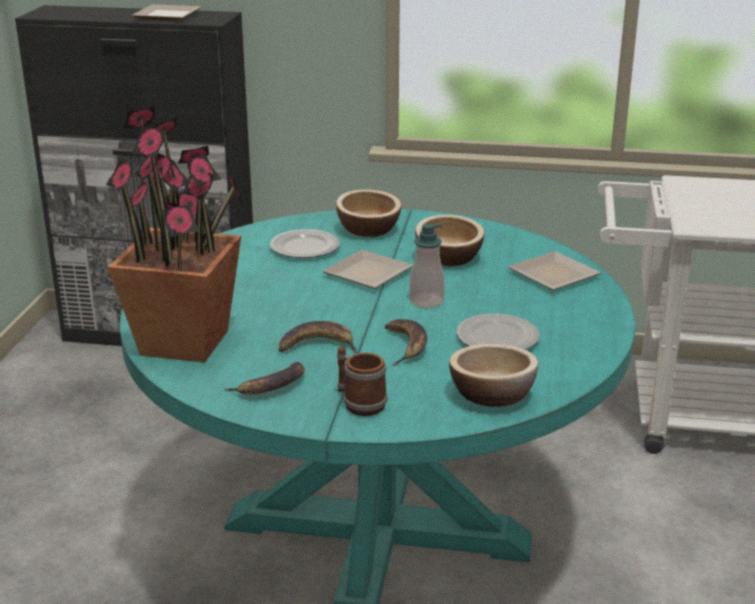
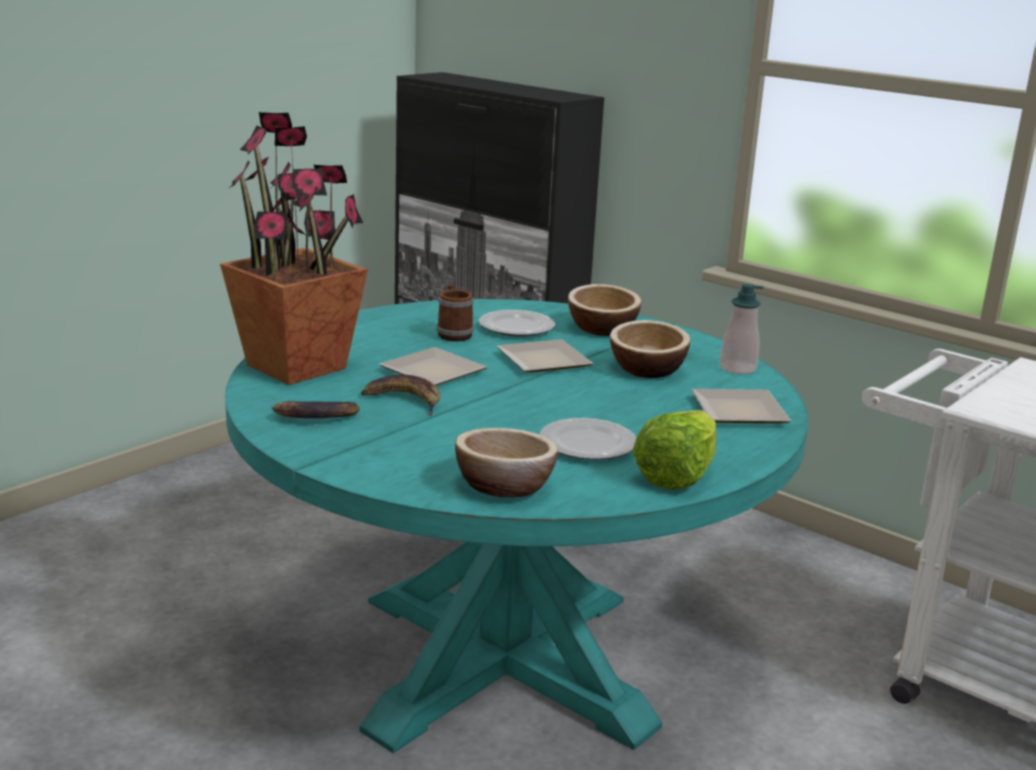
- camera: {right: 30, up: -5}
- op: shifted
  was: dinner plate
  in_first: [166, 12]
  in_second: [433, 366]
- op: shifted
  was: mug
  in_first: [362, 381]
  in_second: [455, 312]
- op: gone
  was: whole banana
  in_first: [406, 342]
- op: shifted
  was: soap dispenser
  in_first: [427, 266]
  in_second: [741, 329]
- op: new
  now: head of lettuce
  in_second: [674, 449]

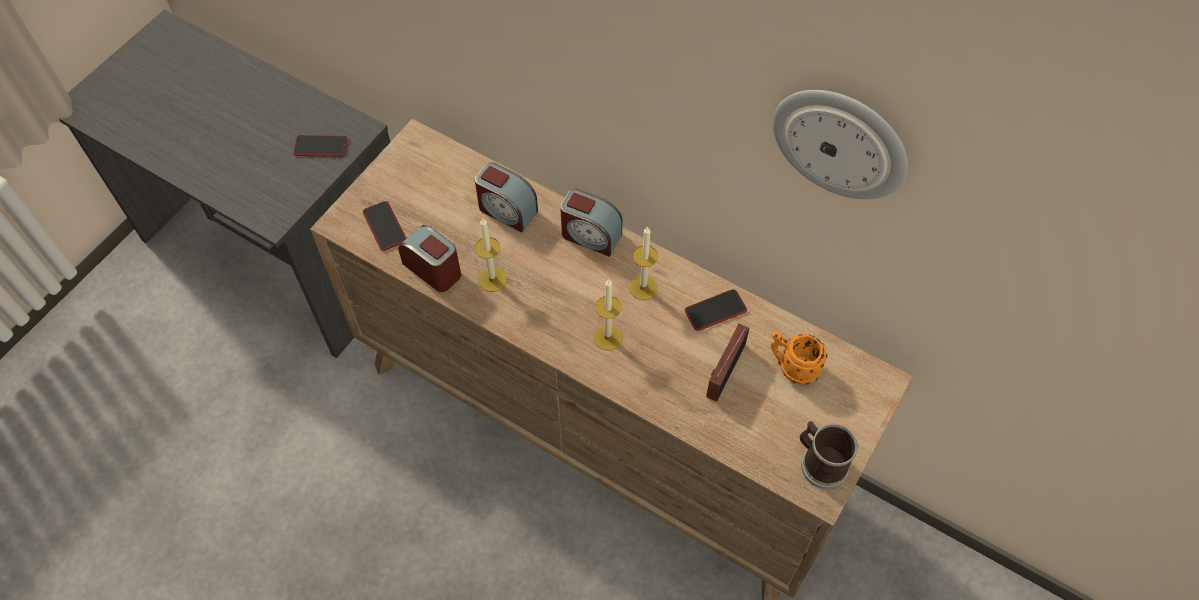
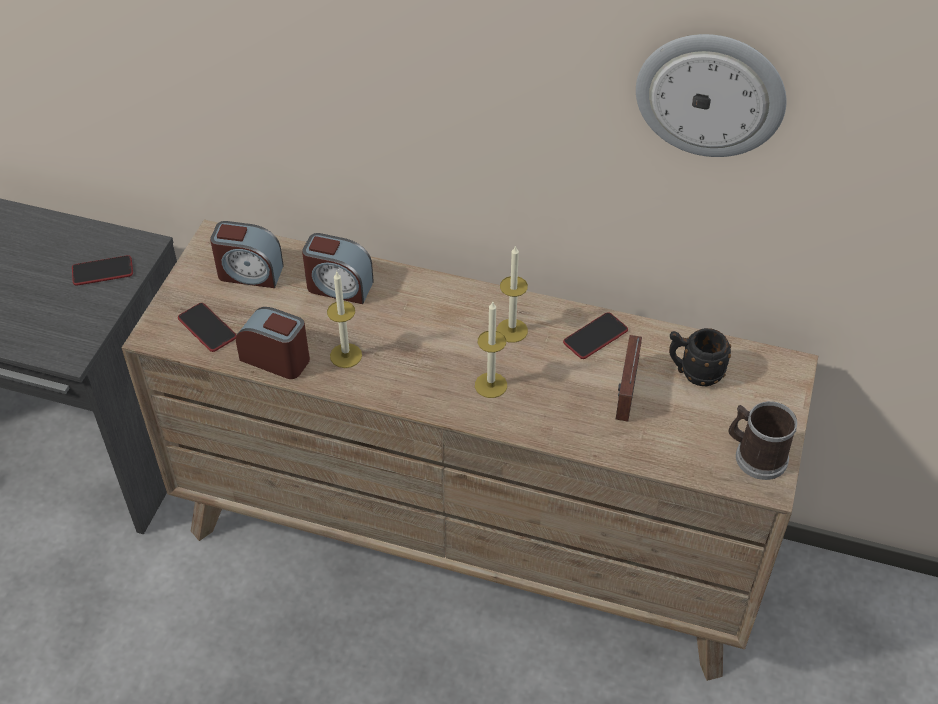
- camera: {right: -15, up: -10}
- op: shifted
  was: bedside clock
  in_first: [591, 223]
  in_second: [247, 254]
- op: repainted
  was: orange mug
  now: blackish mug
  in_first: [799, 358]
  in_second: [700, 357]

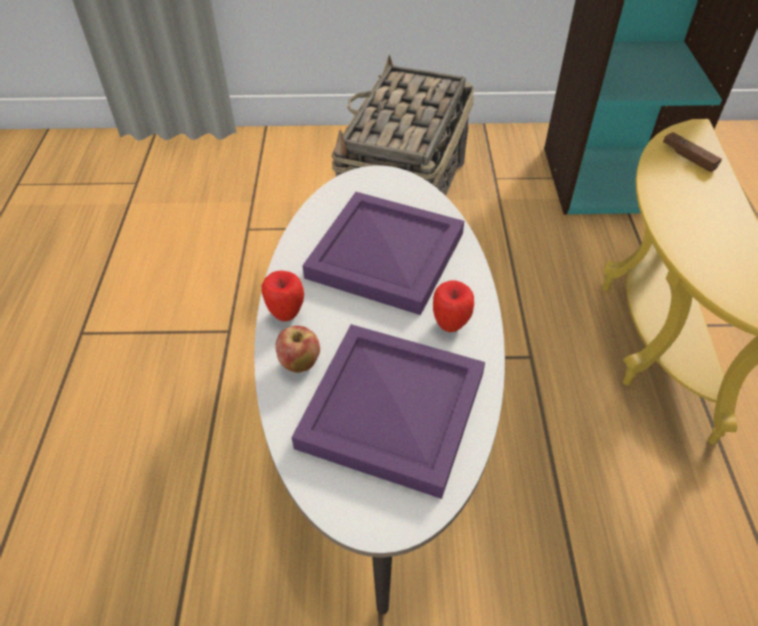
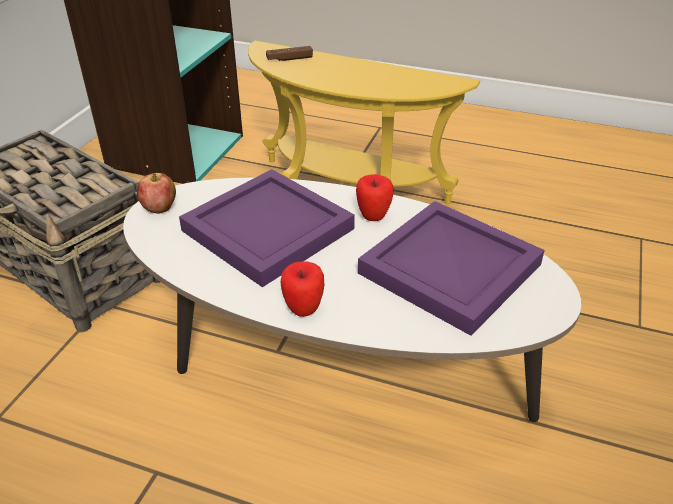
- camera: {right: -70, up: -10}
- op: shifted
  was: whole apple
  in_first: [297, 349]
  in_second: [156, 193]

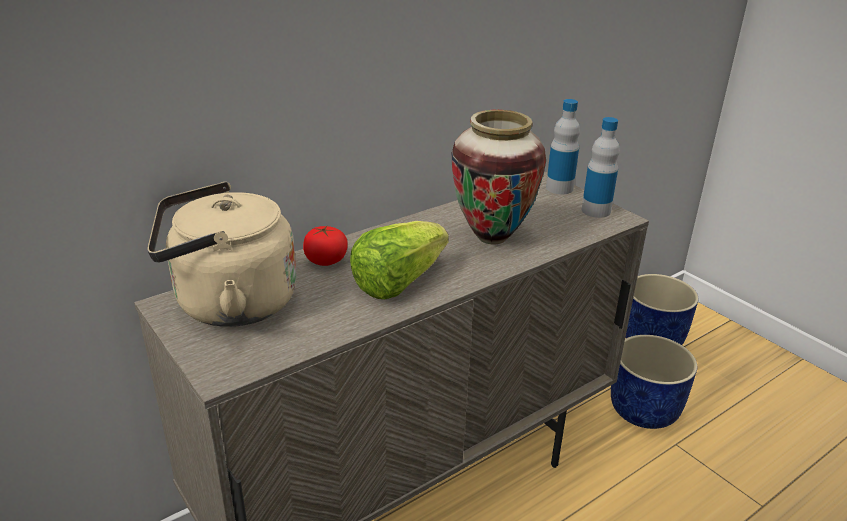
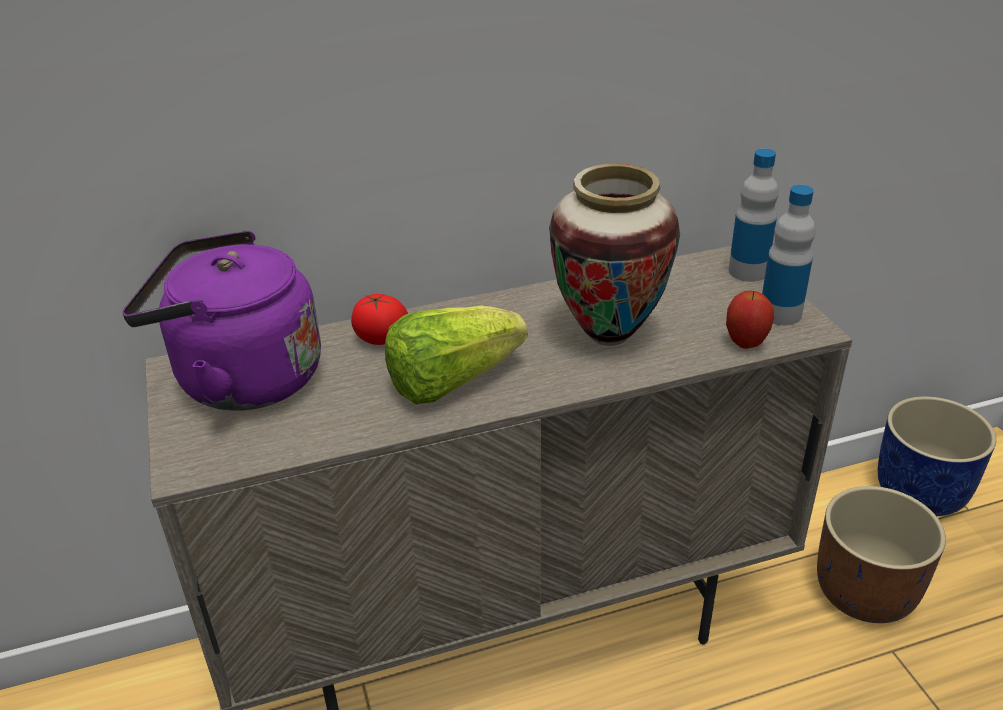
- camera: {right: 20, up: 5}
- op: repainted
  was: sand-coloured kettle
  now: purple-coloured kettle
  in_first: [221, 254]
  in_second: [221, 320]
- op: repainted
  was: blue plant pot
  now: brownish plant pot
  in_first: [654, 382]
  in_second: [881, 554]
- op: new
  now: whole apple
  in_second: [750, 320]

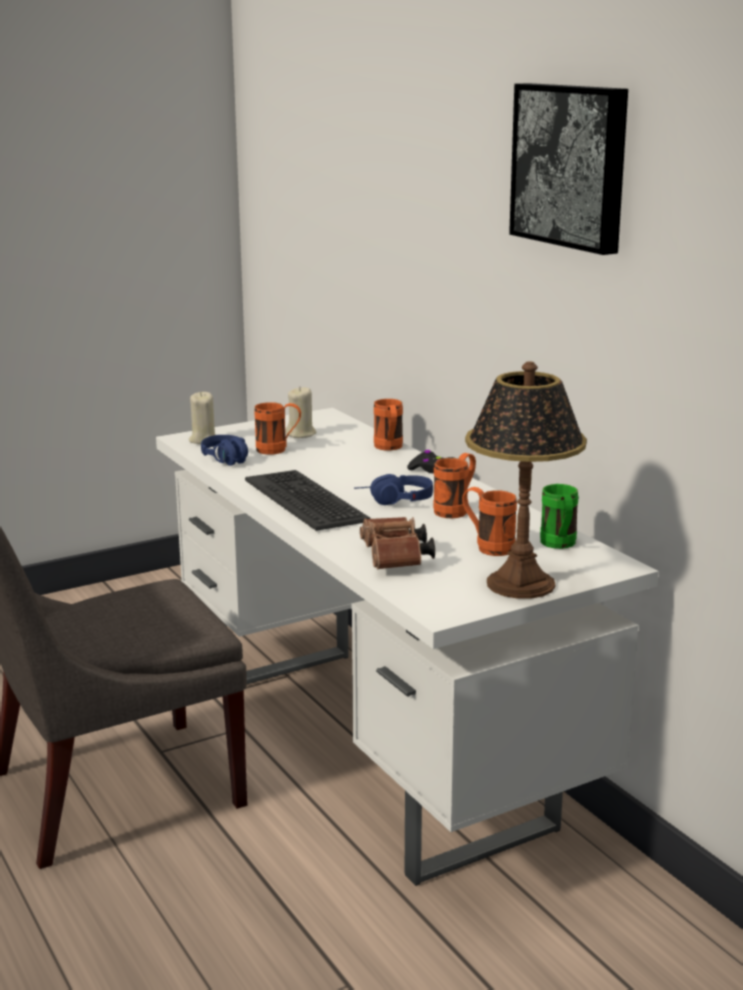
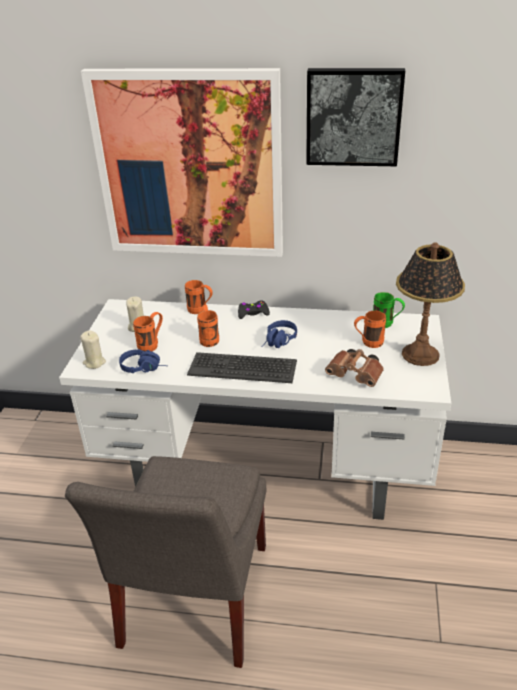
- camera: {right: -50, up: 15}
- op: shifted
  was: orange mug
  in_first: [454, 485]
  in_second: [208, 326]
- op: new
  now: wall picture
  in_second: [182, 162]

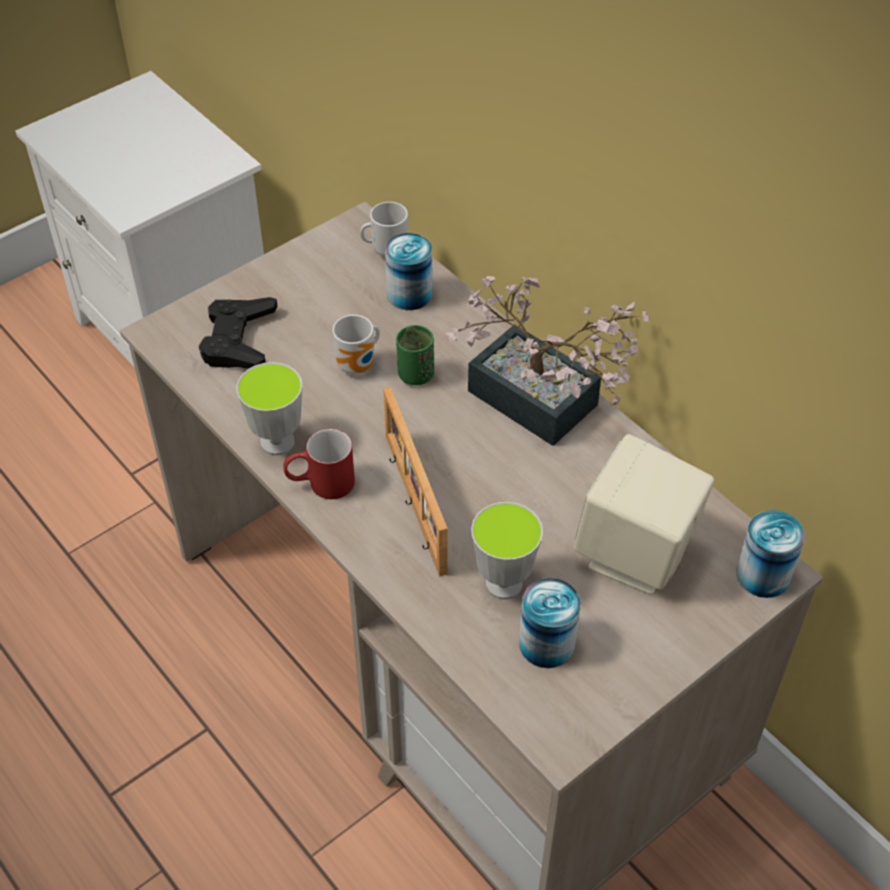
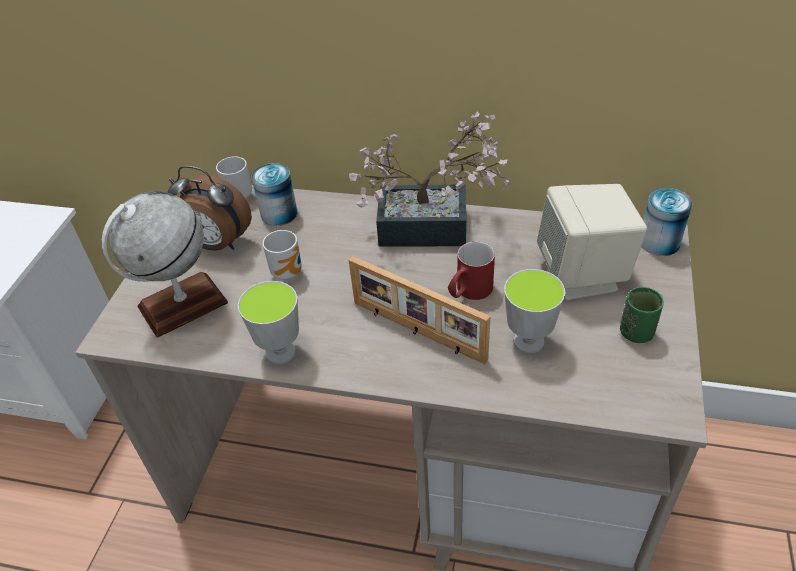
- camera: {right: -35, up: -5}
- op: swapped
  was: blackish game controller
  now: world globe
  in_first: [238, 333]
  in_second: [165, 264]
- op: shifted
  was: reddish mug
  in_first: [319, 464]
  in_second: [471, 270]
- op: shifted
  was: green-coloured cup
  in_first: [415, 355]
  in_second: [642, 315]
- op: gone
  was: can
  in_first: [550, 623]
- op: new
  now: bedside clock
  in_second: [209, 208]

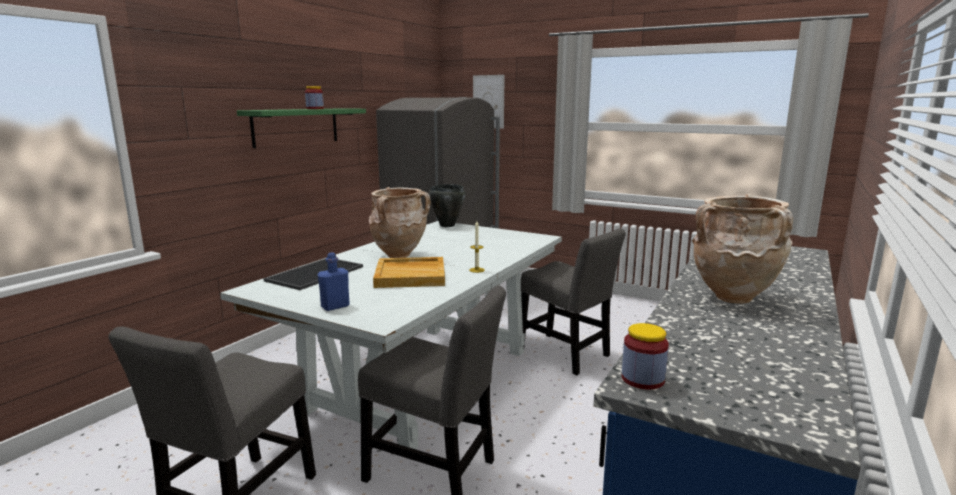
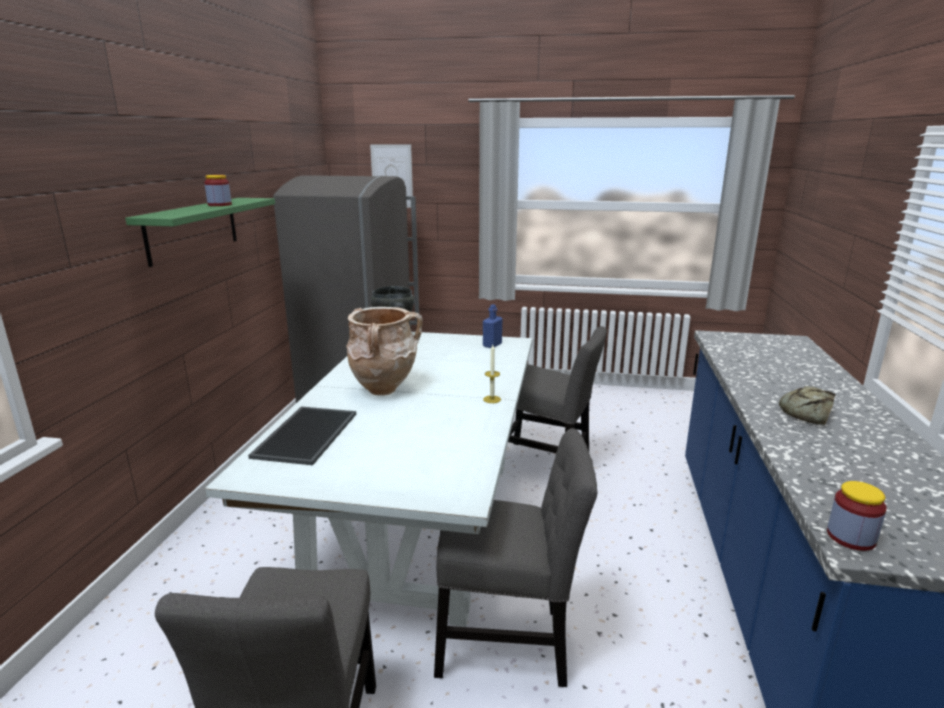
- camera: {right: -20, up: 5}
- op: shifted
  was: blue drink bottle
  in_first: [334, 281]
  in_second: [493, 326]
- op: gone
  was: sand-coloured serving tray
  in_first: [409, 272]
- op: swapped
  was: sand-coloured decorative vase
  now: bread
  in_first: [742, 249]
  in_second: [807, 405]

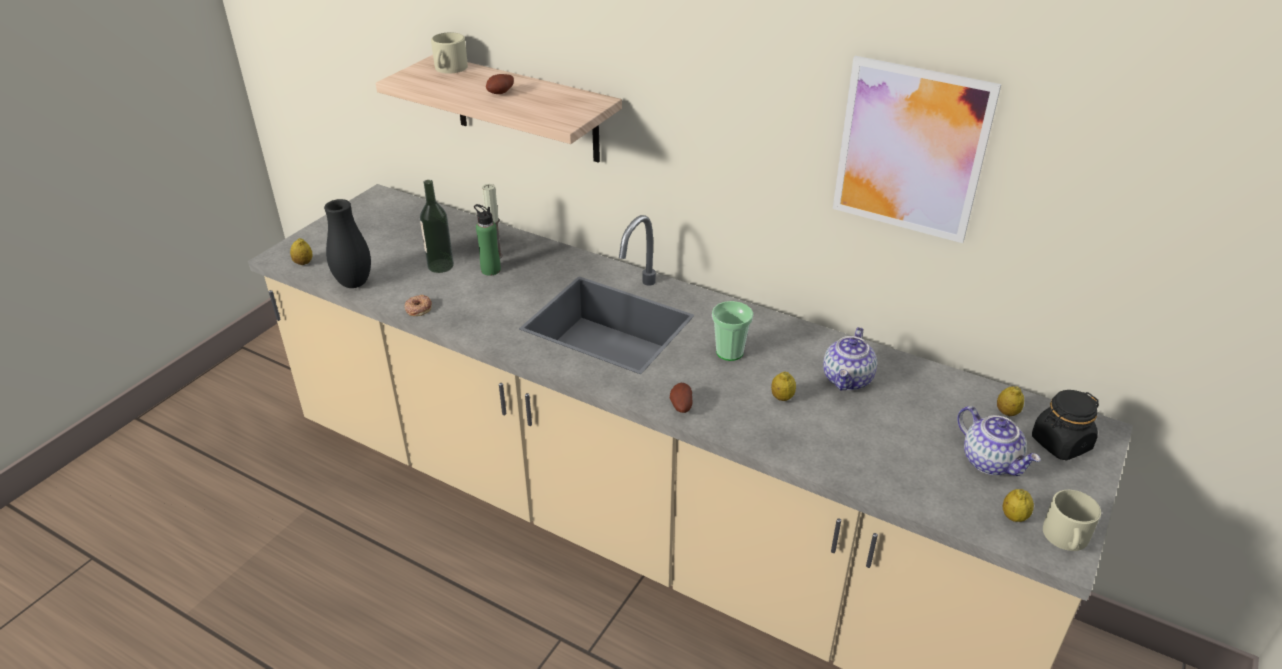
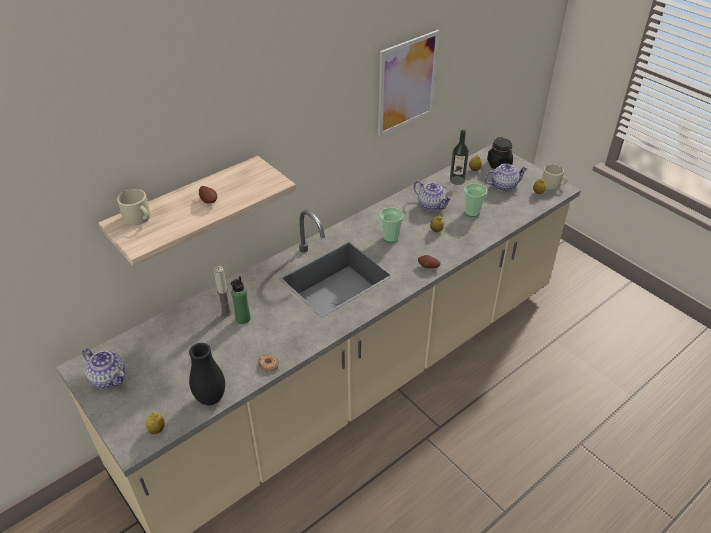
- camera: {right: -70, up: 5}
- op: shifted
  was: drink bottle
  in_first: [437, 226]
  in_second: [459, 157]
- op: new
  now: tea pot
  in_second: [103, 368]
- op: new
  now: cup
  in_second: [475, 200]

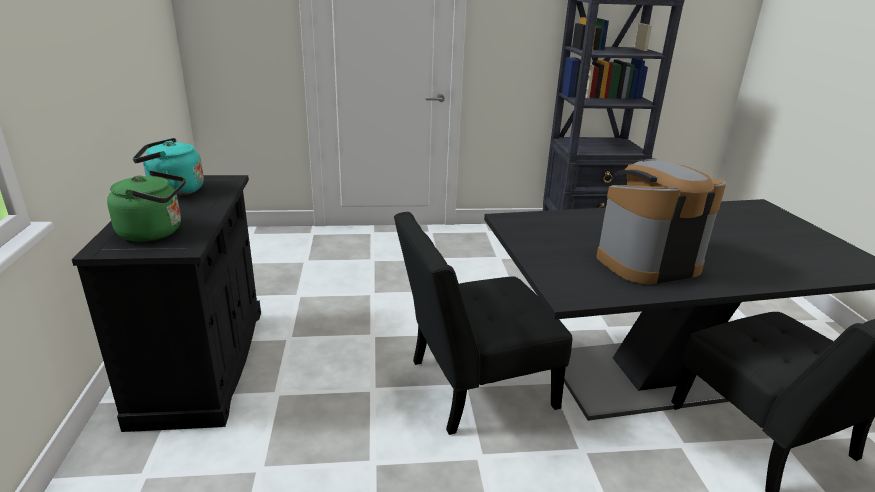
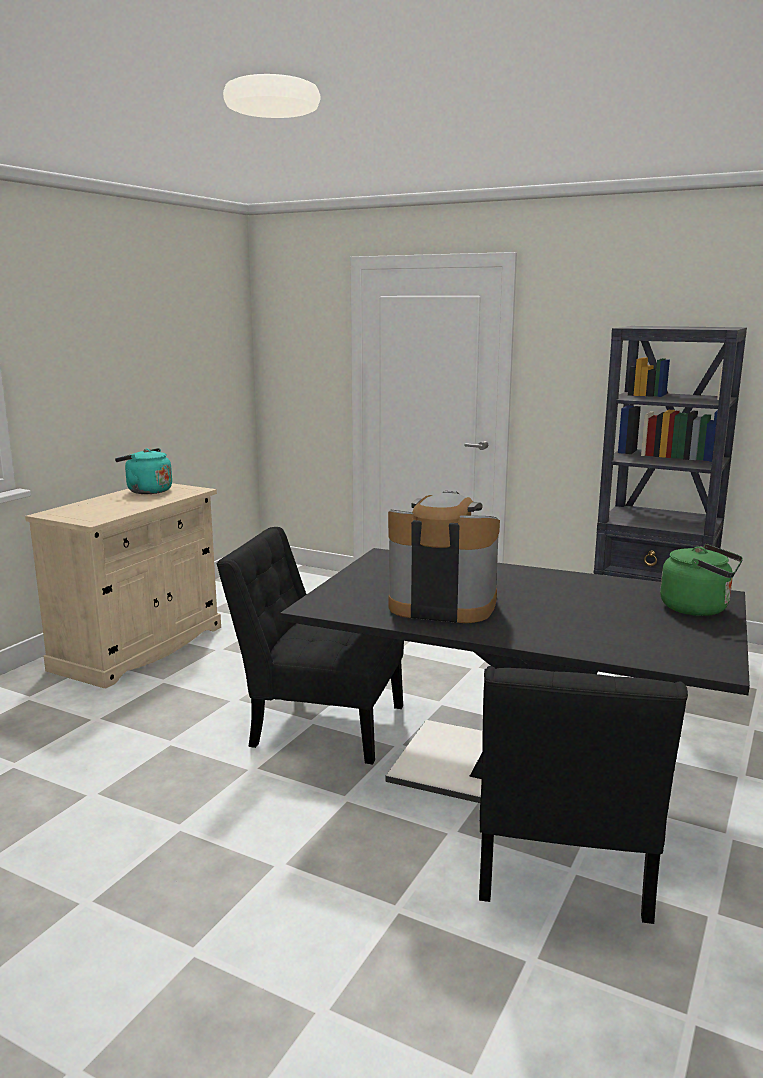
- camera: {right: 35, up: -10}
- op: repainted
  was: blackish cabinet
  now: sand-coloured cabinet
  in_first: [166, 303]
  in_second: [123, 586]
- op: shifted
  was: green-coloured kettle
  in_first: [146, 206]
  in_second: [701, 580]

